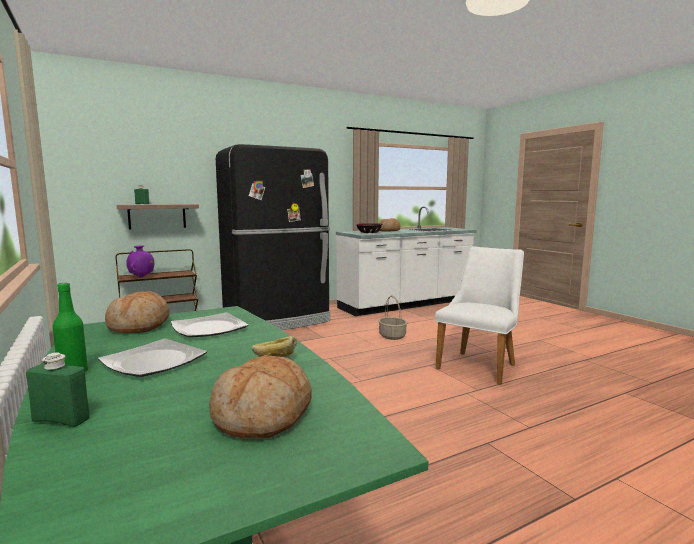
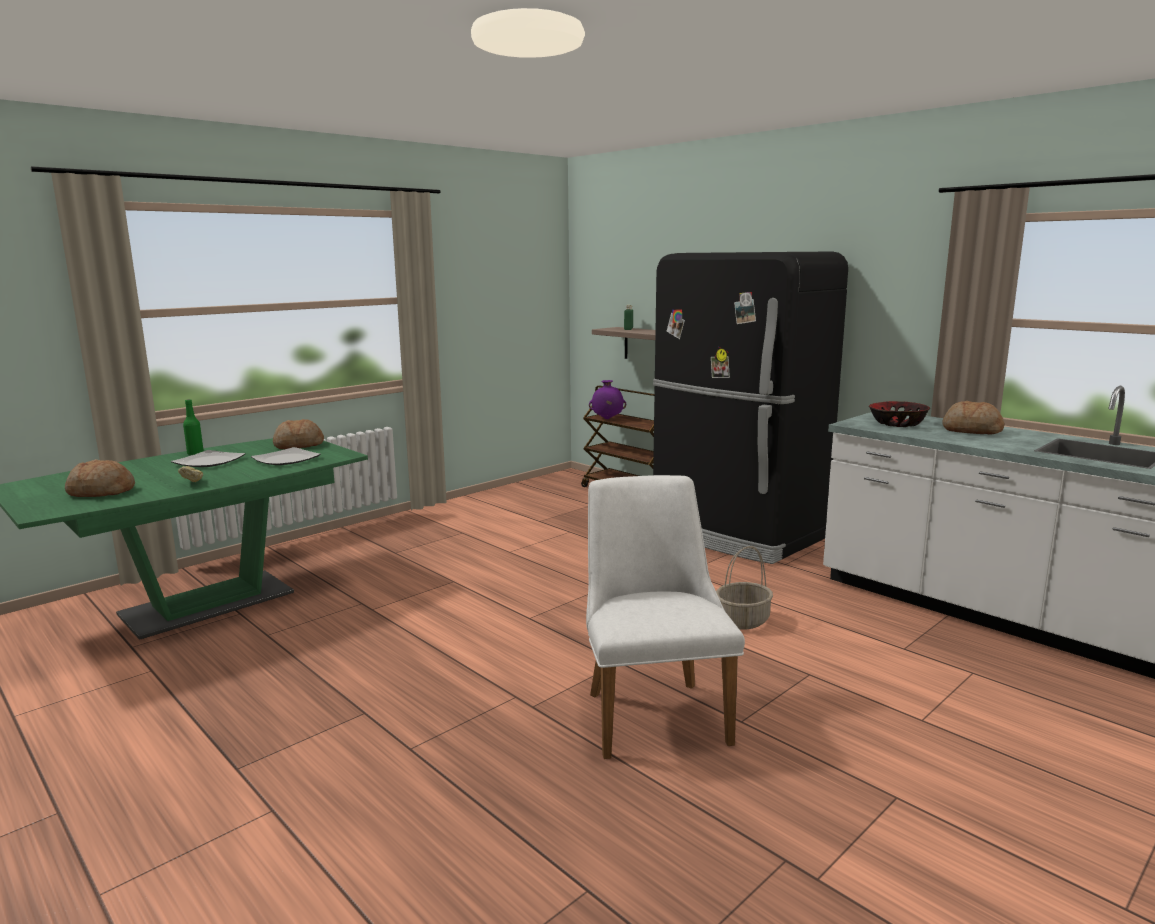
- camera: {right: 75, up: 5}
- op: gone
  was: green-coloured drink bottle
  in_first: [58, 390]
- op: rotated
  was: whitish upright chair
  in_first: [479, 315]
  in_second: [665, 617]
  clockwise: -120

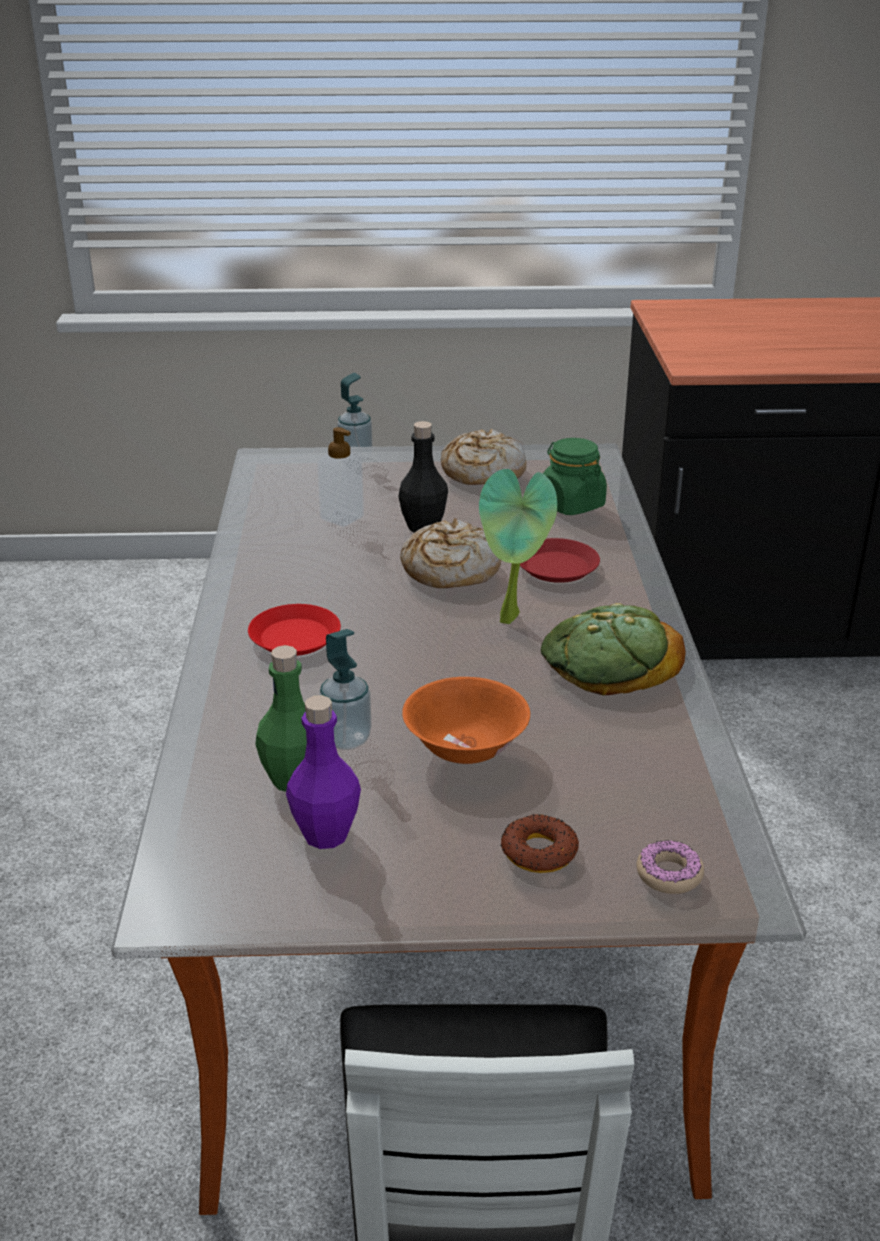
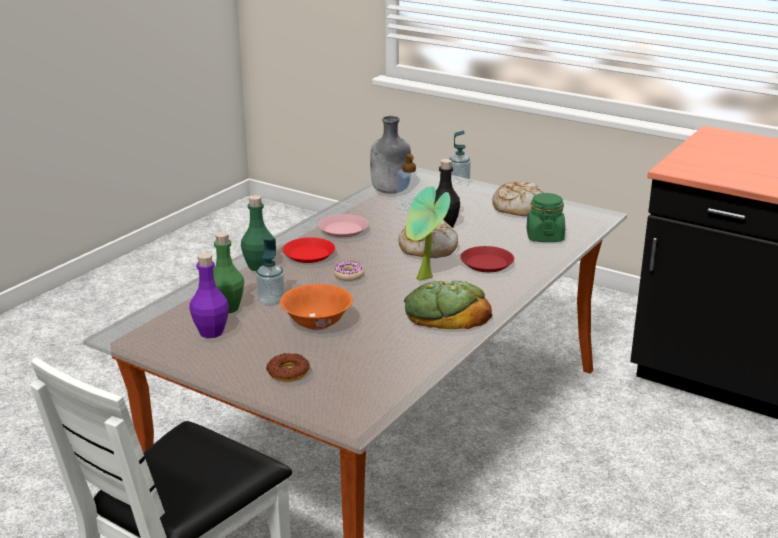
- camera: {right: 35, up: -5}
- op: shifted
  was: donut
  in_first: [670, 867]
  in_second: [349, 271]
- op: new
  now: green-coloured drink bottle
  in_second: [257, 233]
- op: new
  now: pink-coloured dinner plate
  in_second: [343, 226]
- op: new
  now: gray drink bottle
  in_second: [390, 155]

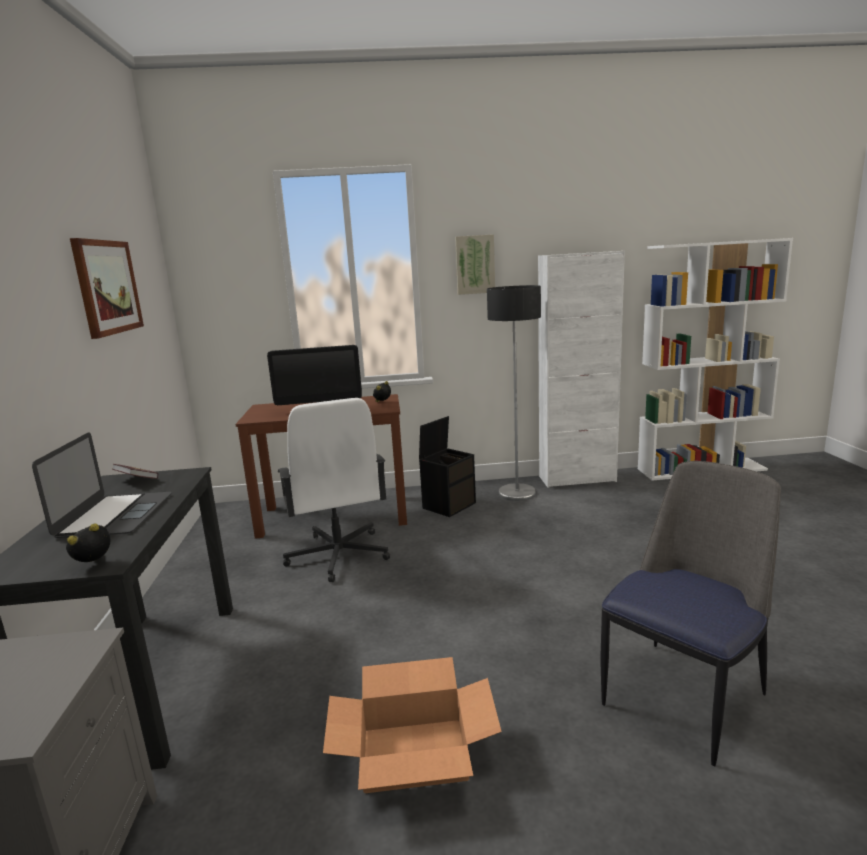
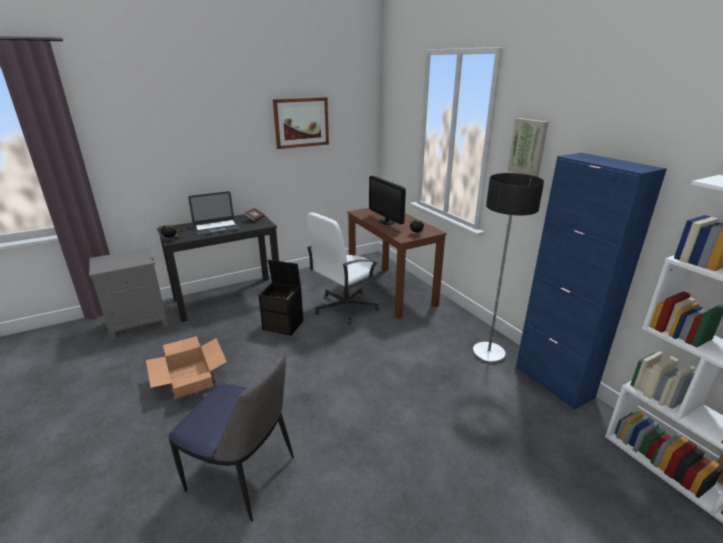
- camera: {right: 65, up: 10}
- op: shifted
  was: blackish storage box
  in_first: [447, 466]
  in_second: [280, 297]
- op: repainted
  was: whitish cabinet
  now: blue cabinet
  in_first: [581, 369]
  in_second: [591, 281]

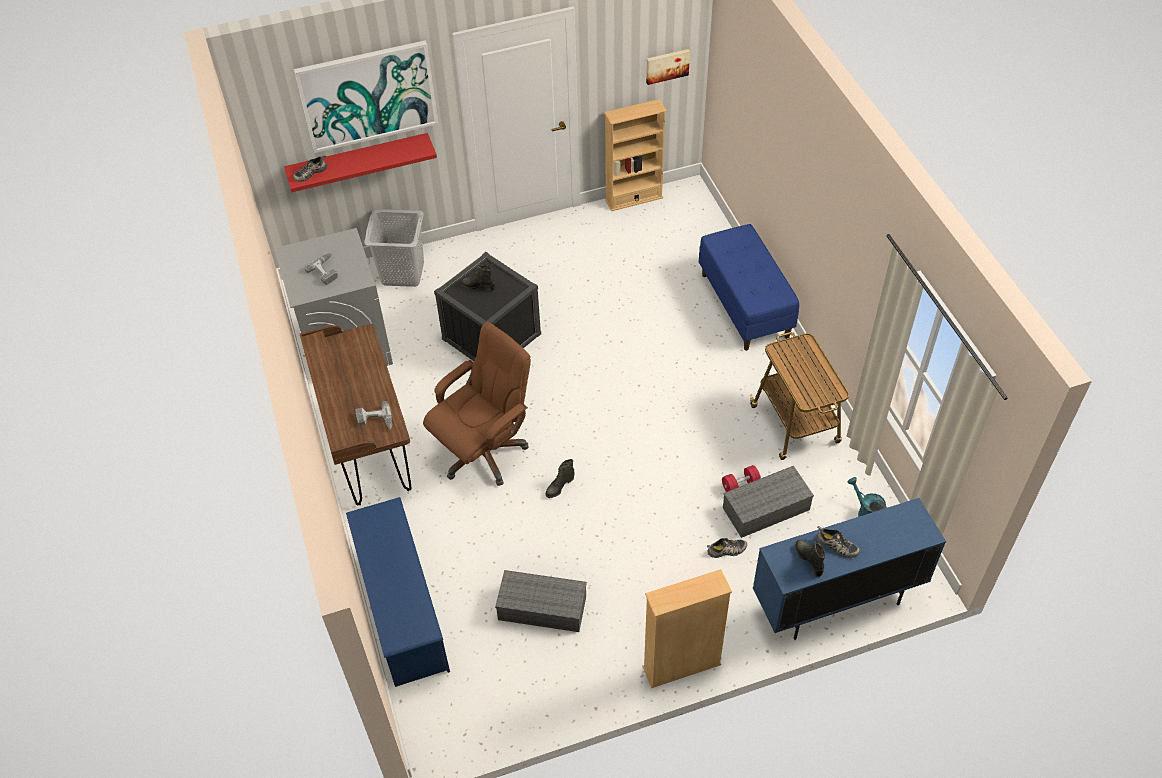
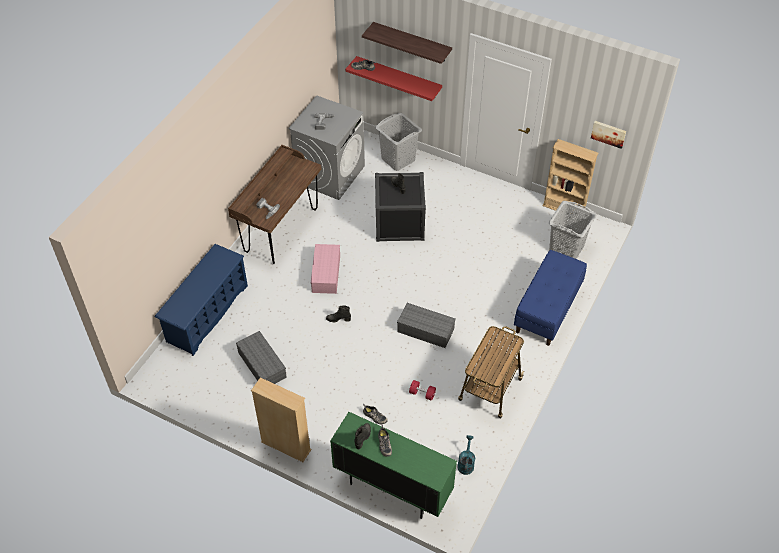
- camera: {right: 45, up: 0}
- op: swapped
  was: wall picture
  now: shelf
  in_first: [366, 96]
  in_second: [407, 43]
- op: swapped
  was: brownish desk chair
  now: pink-coloured storage box
  in_first: [477, 404]
  in_second: [325, 269]
- op: shifted
  was: gray storage box
  in_first: [768, 502]
  in_second: [426, 325]
- op: repainted
  was: blue cabinet
  now: green-coloured cabinet
  in_first: [849, 569]
  in_second: [393, 465]
- op: new
  now: gray hamper
  in_second: [573, 230]

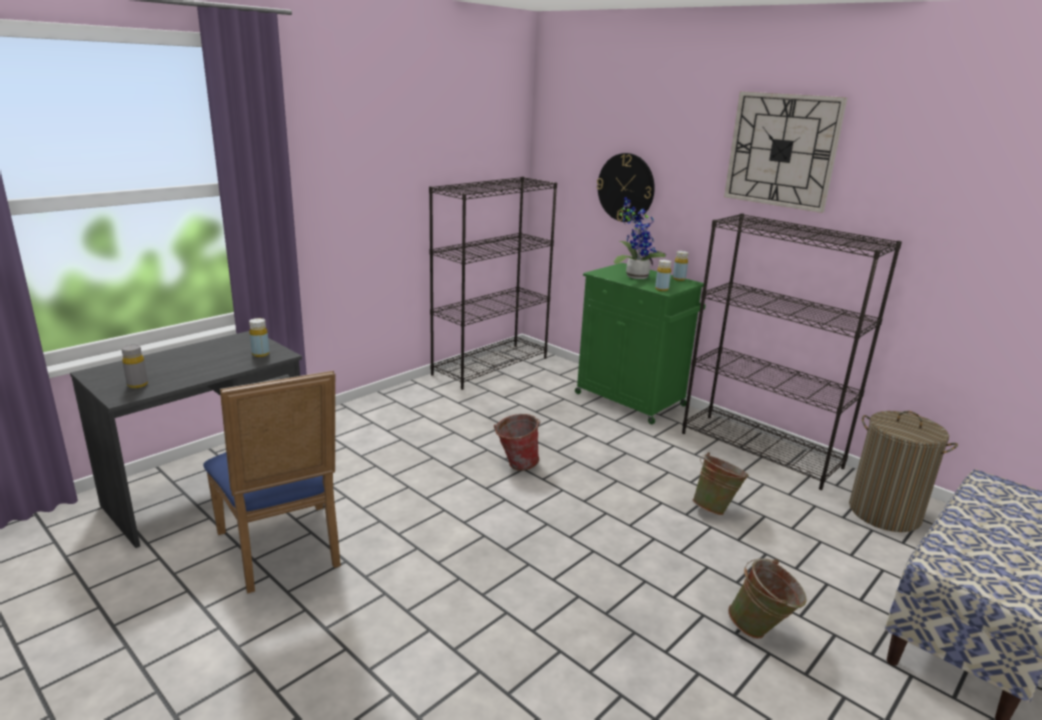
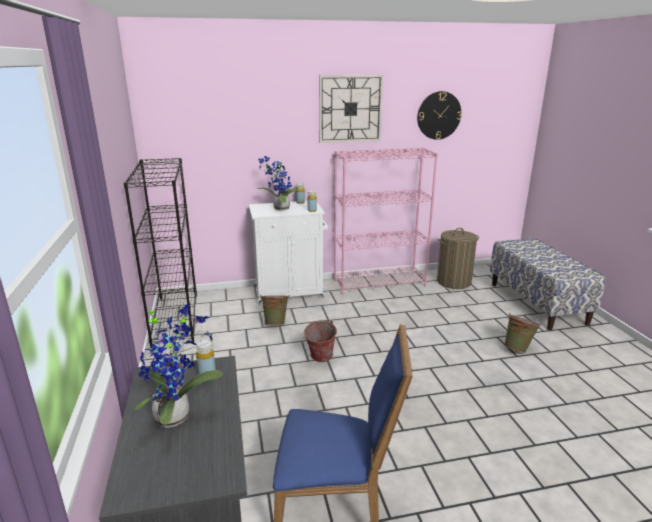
- camera: {right: -55, up: 0}
- op: gone
  was: gray drink bottle
  in_first: [134, 366]
- op: repainted
  was: green-coloured cabinet
  now: whitish cabinet
  in_first: [640, 343]
  in_second: [288, 253]
- op: shifted
  was: wall clock
  in_first: [626, 187]
  in_second: [439, 115]
- op: repainted
  was: blackish bookshelf
  now: pink-coloured bookshelf
  in_first: [792, 351]
  in_second: [386, 221]
- op: shifted
  was: green-coloured pail
  in_first: [720, 483]
  in_second: [275, 310]
- op: new
  now: houseplant
  in_second: [178, 366]

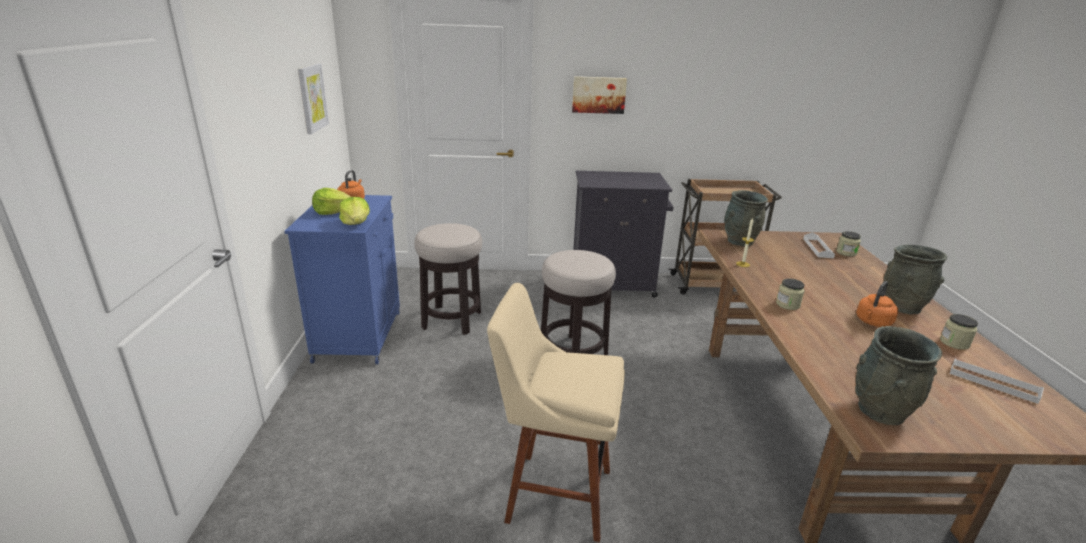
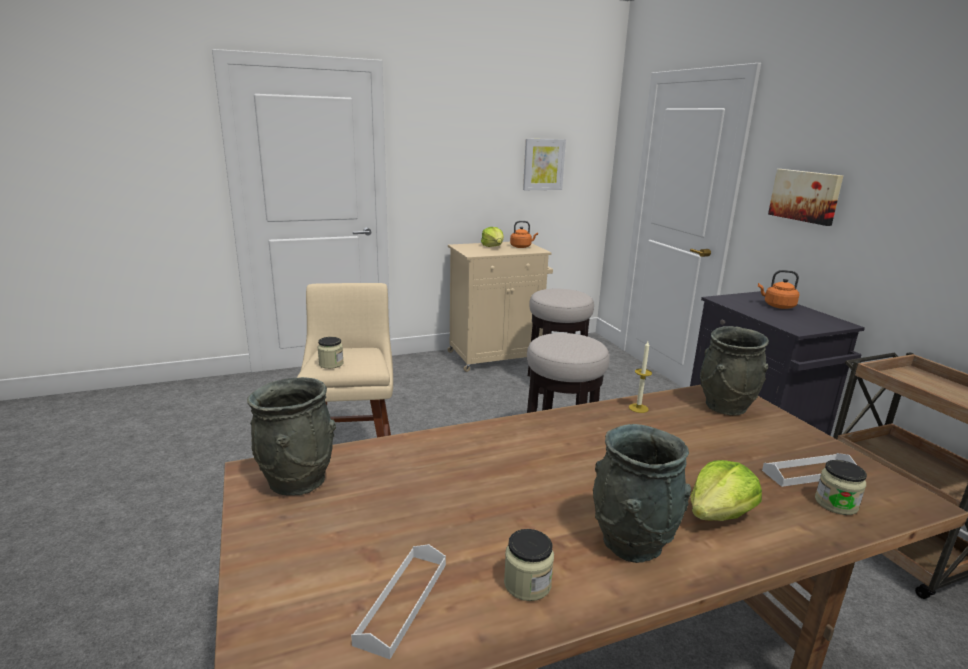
- camera: {right: 70, up: -5}
- op: repainted
  was: blue cabinet
  now: sand-coloured cabinet
  in_first: [342, 280]
  in_second: [500, 307]
- op: shifted
  was: head of lettuce
  in_first: [354, 211]
  in_second: [726, 490]
- op: shifted
  was: preserve jar
  in_first: [790, 294]
  in_second: [331, 353]
- op: shifted
  was: orange kettle
  in_first: [877, 304]
  in_second: [778, 289]

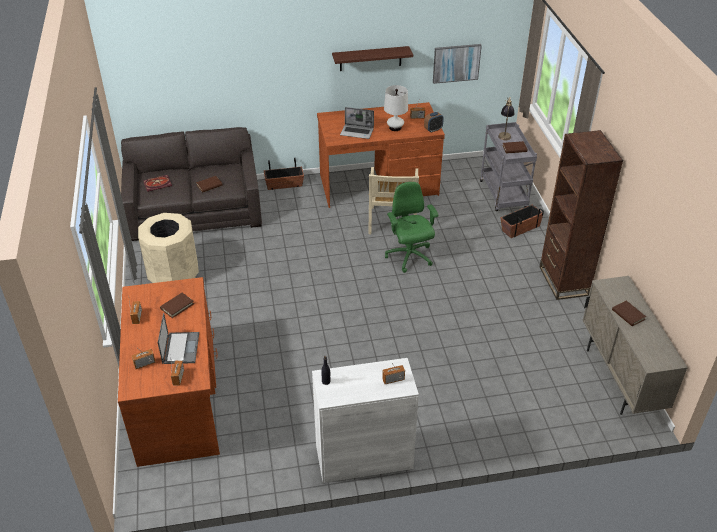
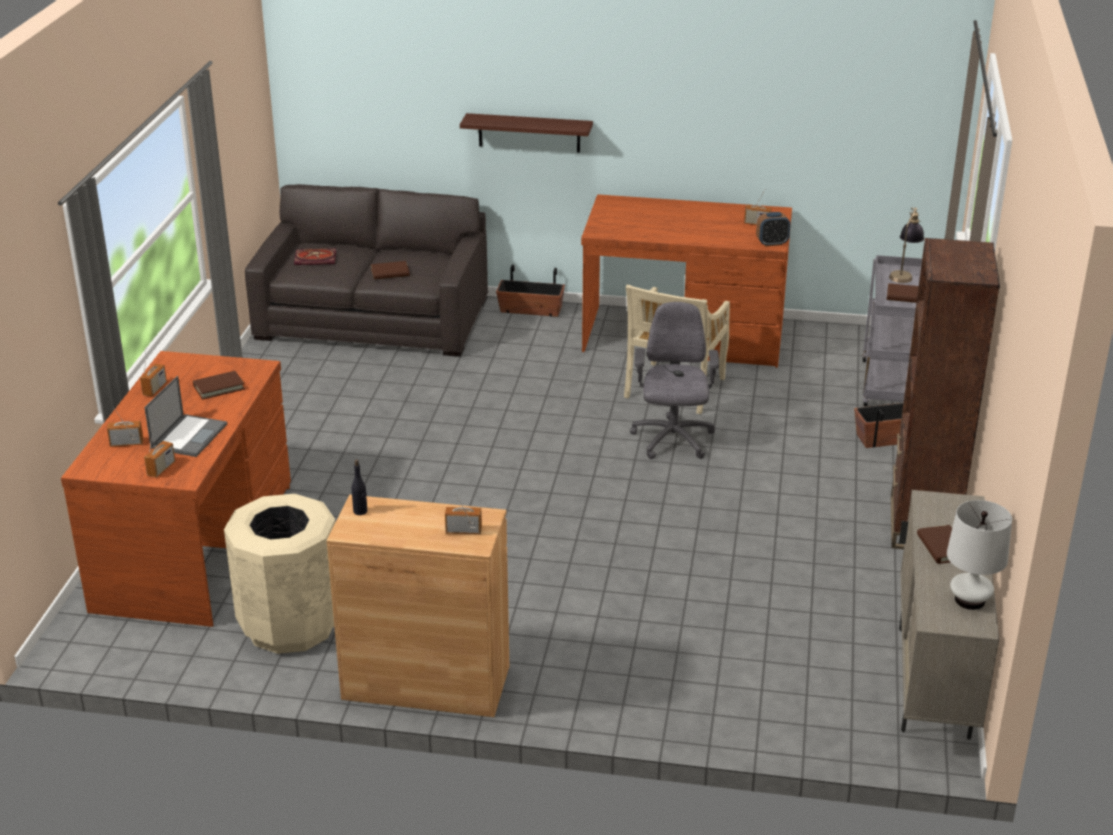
- camera: {right: 20, up: -10}
- op: shifted
  was: sand-coloured trash can
  in_first: [168, 248]
  in_second: [279, 574]
- op: repainted
  was: whitish cabinet
  now: brownish cabinet
  in_first: [365, 420]
  in_second: [418, 606]
- op: shifted
  was: shelf
  in_first: [372, 58]
  in_second: [526, 133]
- op: gone
  was: laptop
  in_first: [357, 123]
- op: shifted
  was: whitish tabletop lamp
  in_first: [396, 108]
  in_second: [979, 555]
- op: repainted
  was: green-coloured desk chair
  now: gray desk chair
  in_first: [411, 227]
  in_second: [674, 380]
- op: gone
  was: wall picture
  in_first: [457, 64]

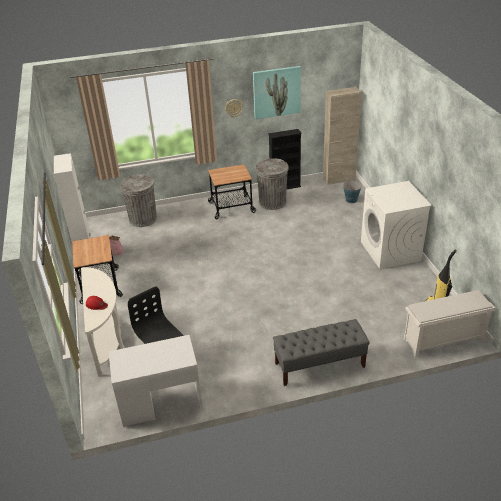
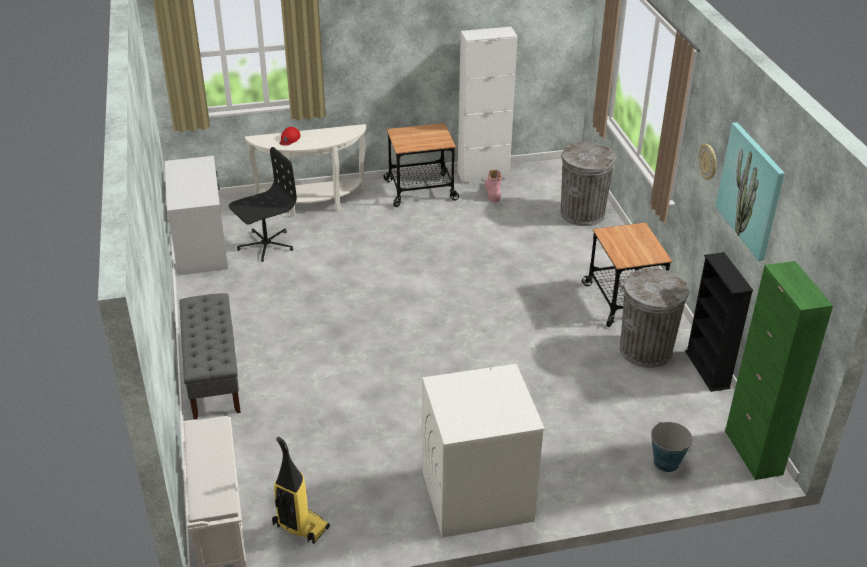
- camera: {right: 90, up: 0}
- op: repainted
  was: sand-coloured cabinet
  now: green-coloured cabinet
  in_first: [342, 136]
  in_second: [779, 370]

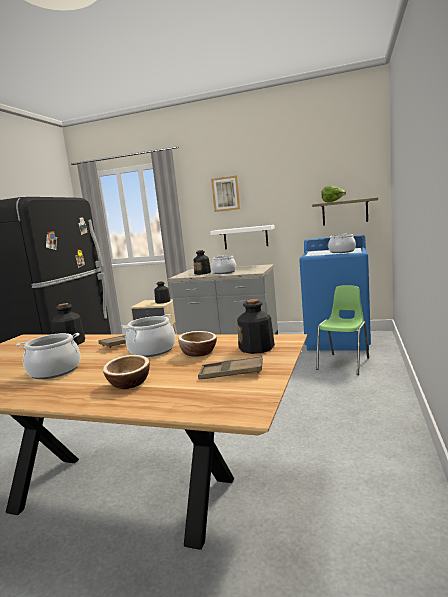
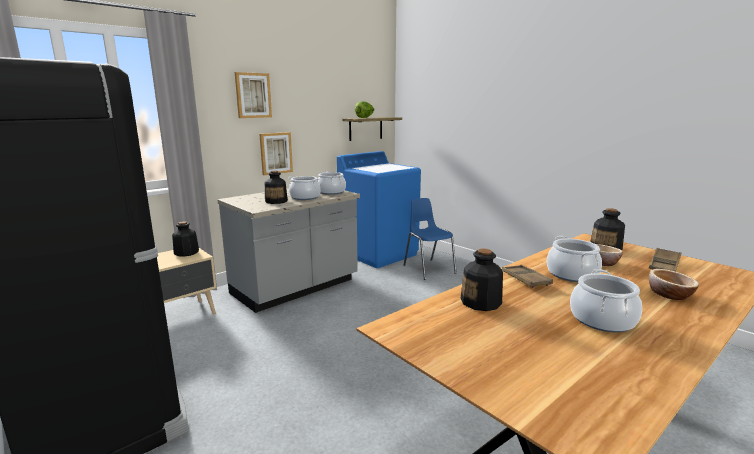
- camera: {right: -60, up: 5}
- op: swapped
  was: whitish shelf
  now: wall picture
  in_first: [242, 237]
  in_second: [276, 153]
- op: repainted
  was: green-coloured upright chair
  now: blue upright chair
  in_first: [342, 330]
  in_second: [430, 239]
- op: shifted
  was: saucepot
  in_first: [342, 243]
  in_second: [332, 183]

